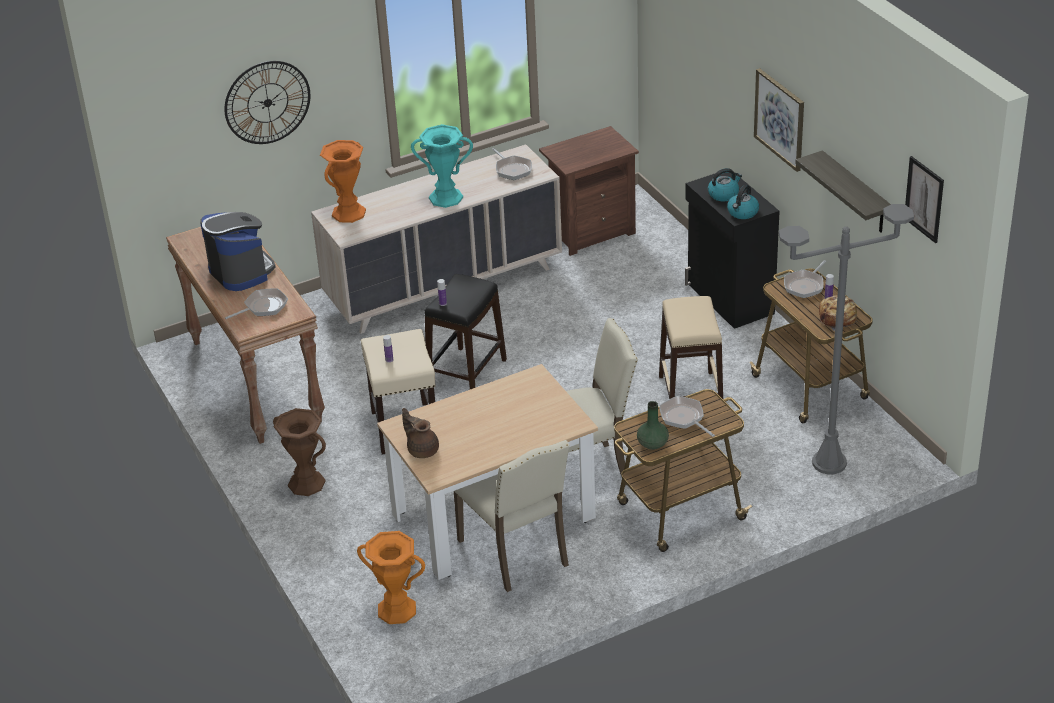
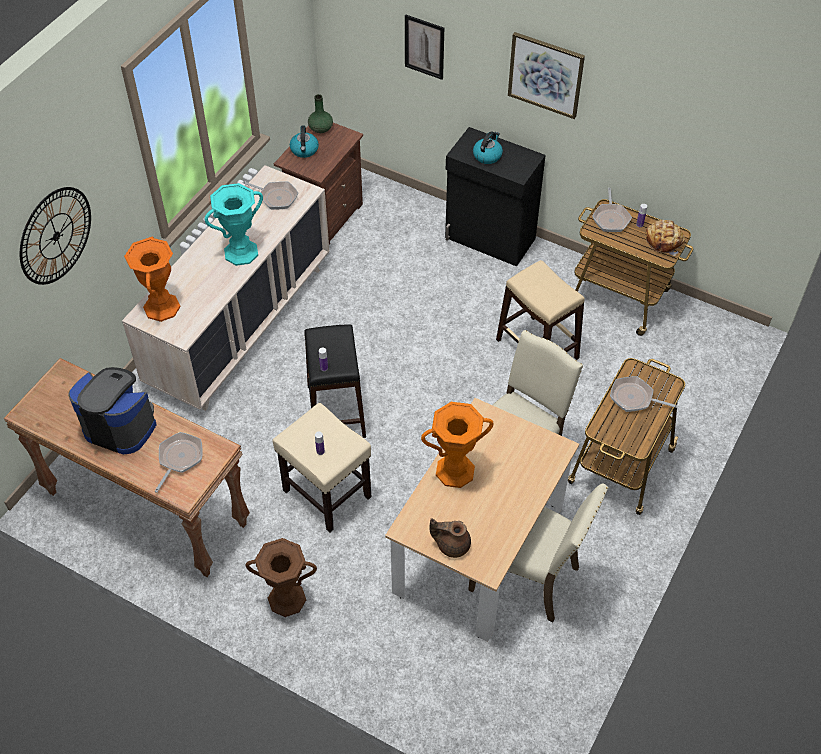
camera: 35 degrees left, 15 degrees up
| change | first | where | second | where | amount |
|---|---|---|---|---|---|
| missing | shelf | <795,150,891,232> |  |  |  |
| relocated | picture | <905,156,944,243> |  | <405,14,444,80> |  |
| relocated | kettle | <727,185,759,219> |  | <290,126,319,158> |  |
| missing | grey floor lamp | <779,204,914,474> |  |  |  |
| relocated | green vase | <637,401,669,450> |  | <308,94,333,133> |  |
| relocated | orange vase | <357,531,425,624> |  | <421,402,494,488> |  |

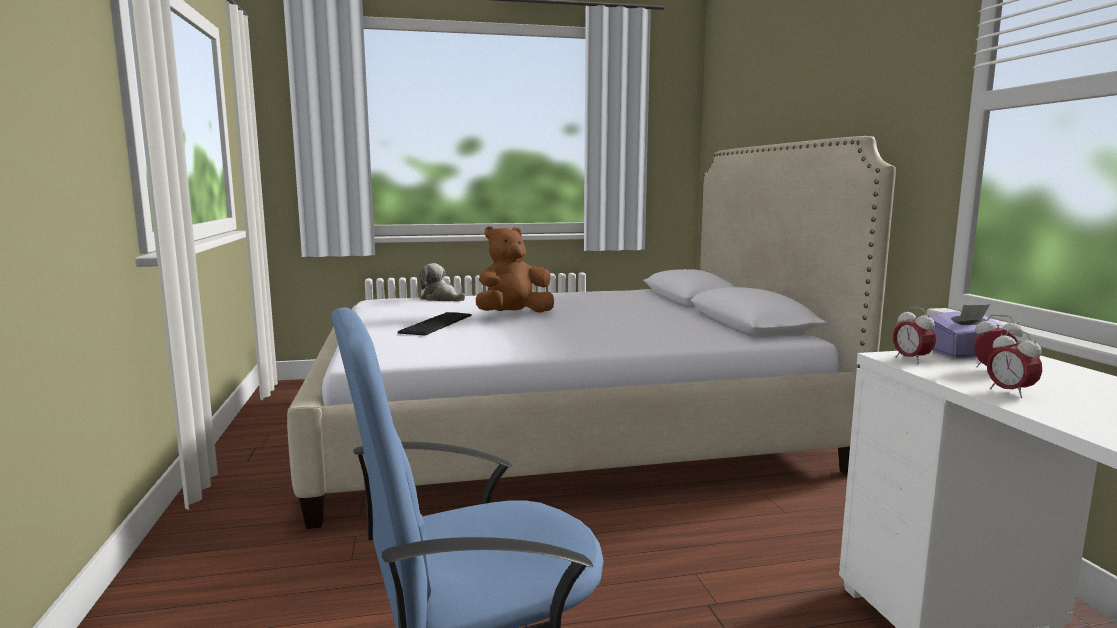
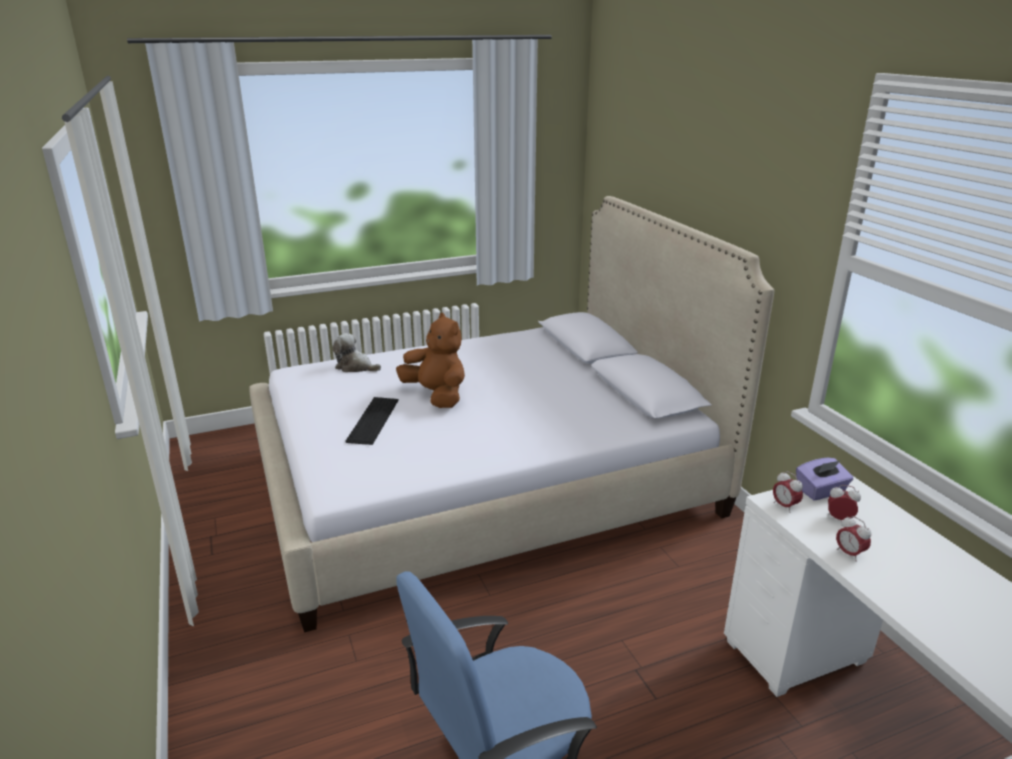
camera: 10 degrees left, 15 degrees up
| change | first | where | second | where | amount |
|---|---|---|---|---|---|
| spun | brown plush toy | <476,226,554,313> |  | <396,313,465,408> | 90 degrees clockwise |

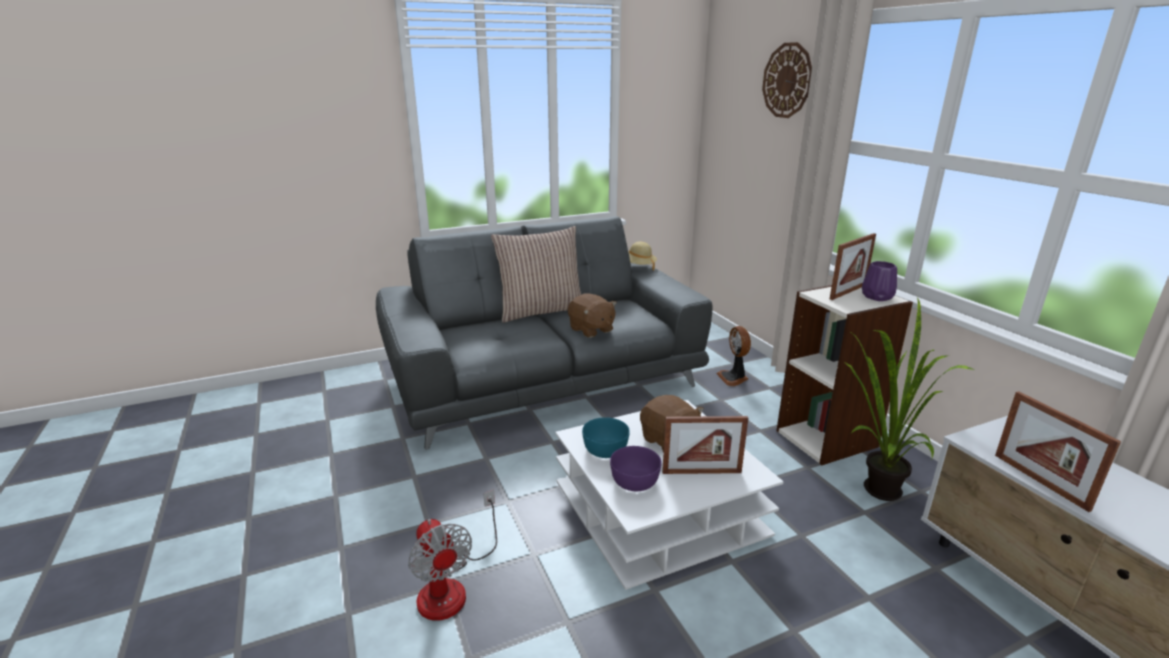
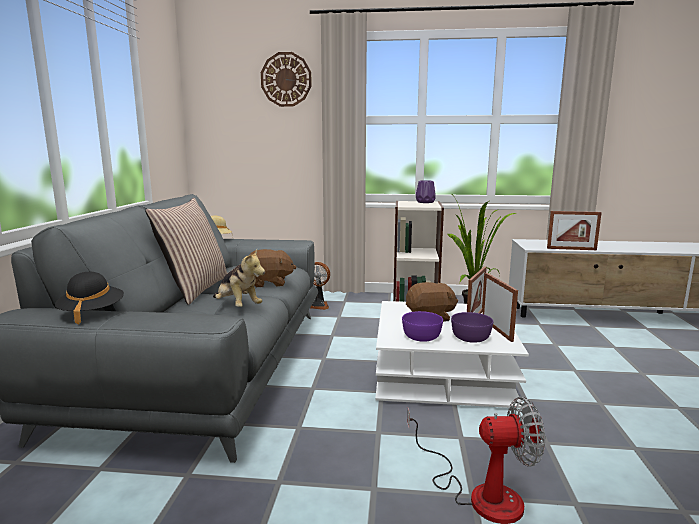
camera: 60 degrees left, 10 degrees down
| change | first | where | second | where | amount |
|---|---|---|---|---|---|
| relocated | picture frame | <830,233,876,300> |  | <482,273,518,342> |  |
| colour | turquoise bowl | <582,417,630,458> | purple bowl | <402,311,443,342> |  |
| appeared |  |  | plush toy | <213,250,265,307> |  |
| appeared |  |  | black hat | <55,272,124,324> |  |

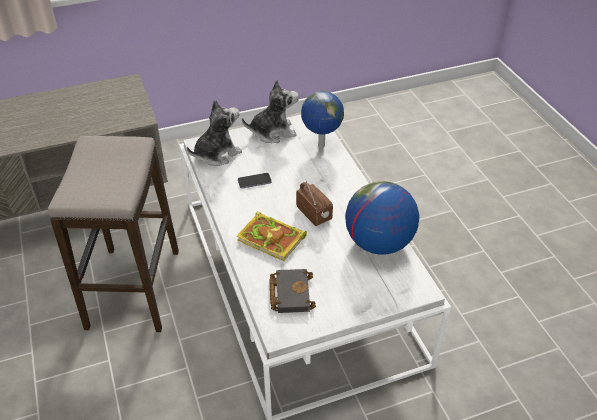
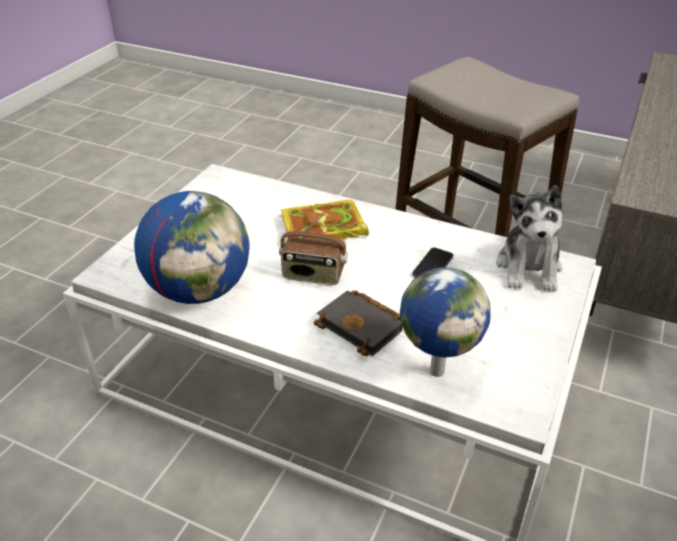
camera: 135 degrees right, 5 degrees down
| change | first | where | second | where | amount |
|---|---|---|---|---|---|
| missing | plush toy | <242,79,299,143> |  |  |  |
| relocated | black book | <269,269,316,313> |  | <314,290,403,356> |  |

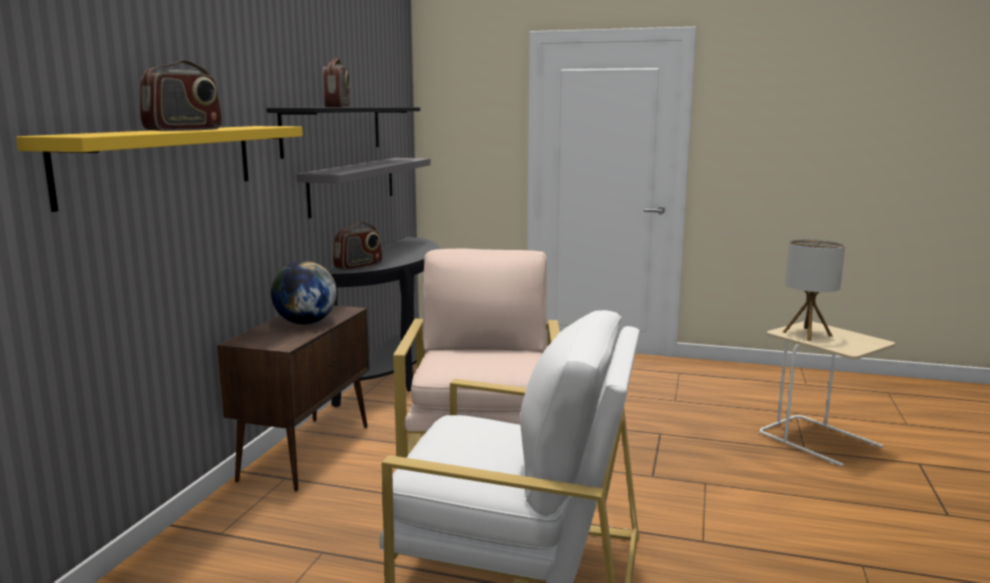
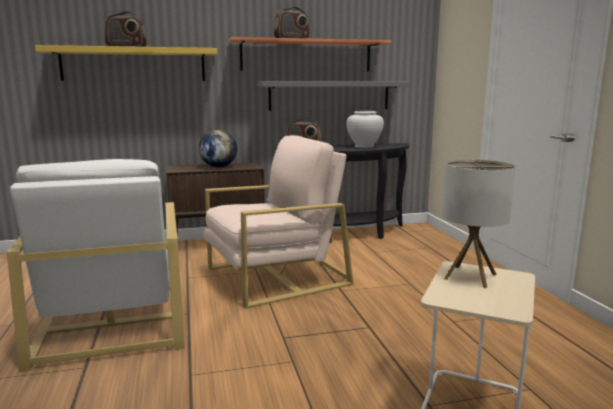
camera: 60 degrees right, 0 degrees up
| change | first | where | second | where | amount |
|---|---|---|---|---|---|
| colour | black shelf | <267,107,420,159> | orange shelf | <228,37,391,72> |  |
| appeared |  |  | white vase | <346,111,384,148> |  |

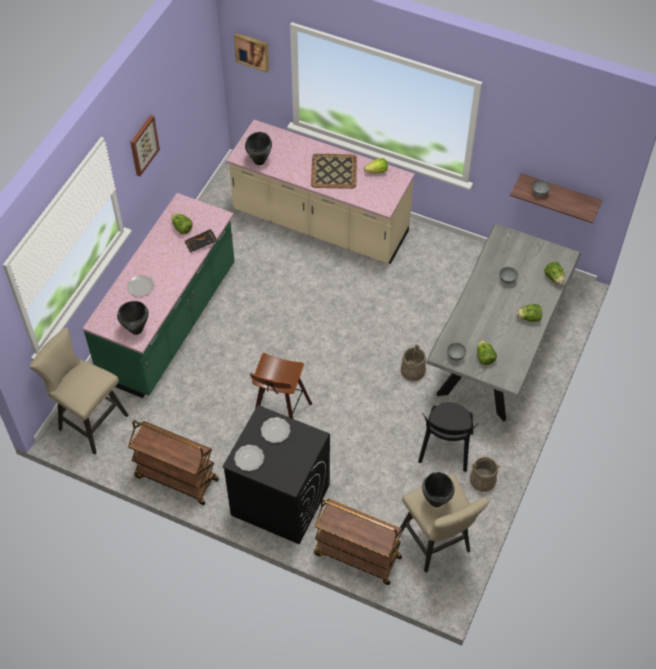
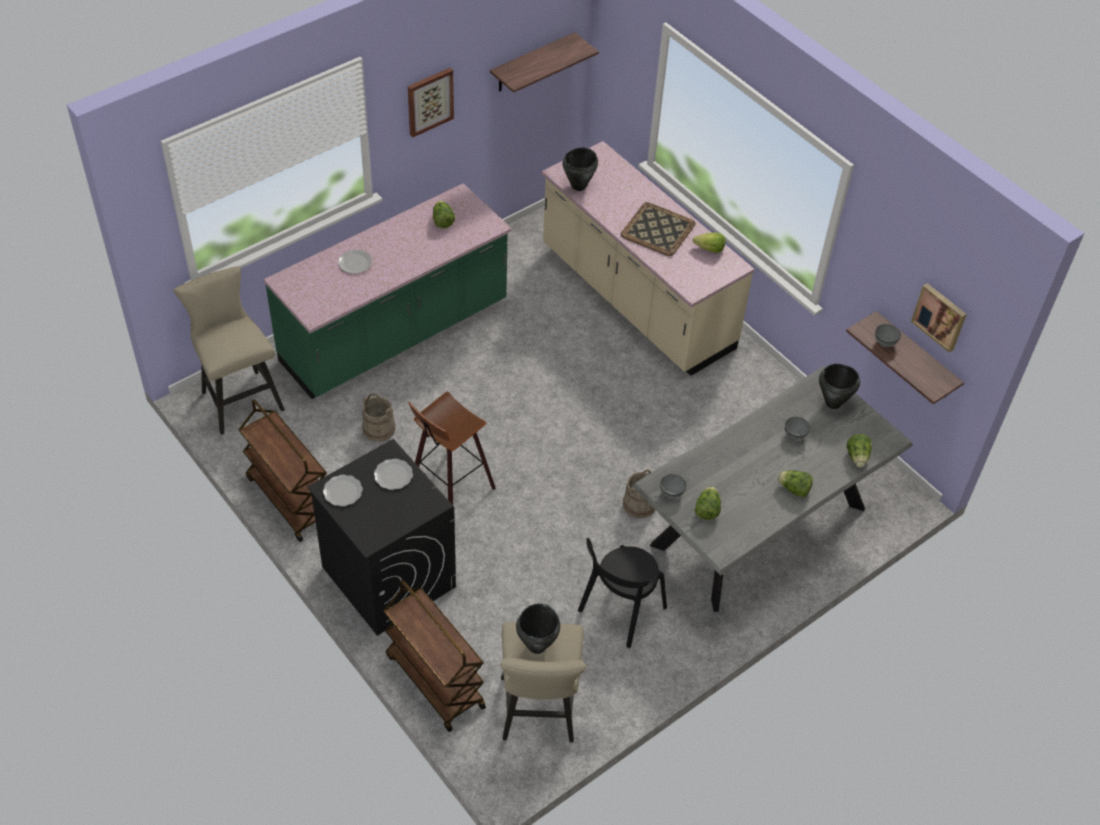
camera: 25 degrees right, 5 degrees down
| change | first | where | second | where | amount |
|---|---|---|---|---|---|
| relocated | picture | <234,33,269,72> |  | <911,283,967,352> |  |
| missing | black tray | <185,229,217,253> |  |  |  |
| relocated | black cooking pot | <117,301,149,335> |  | <819,364,860,409> |  |
| relocated | beige bucket | <470,457,500,492> |  | <362,394,395,442> |  |
| appeared |  |  | shelf | <490,32,599,93> |  |

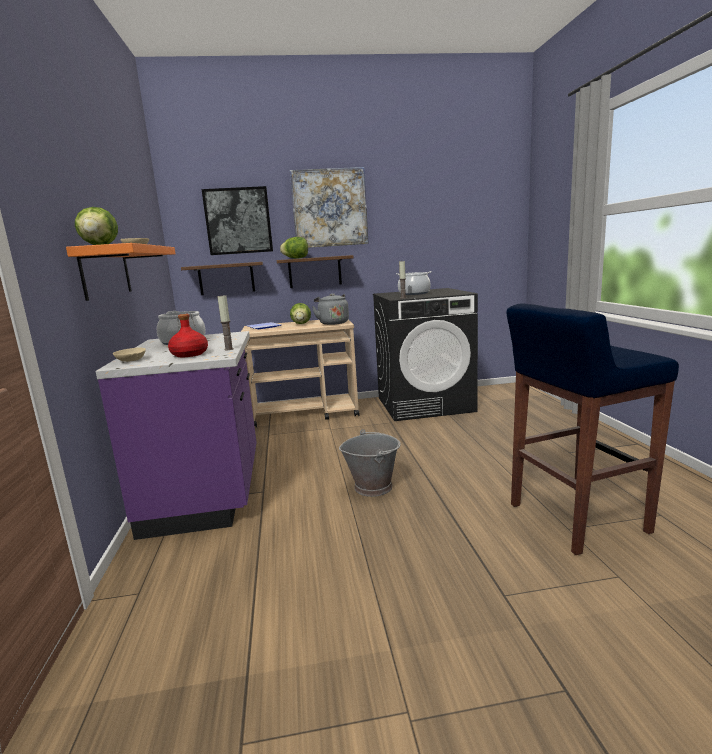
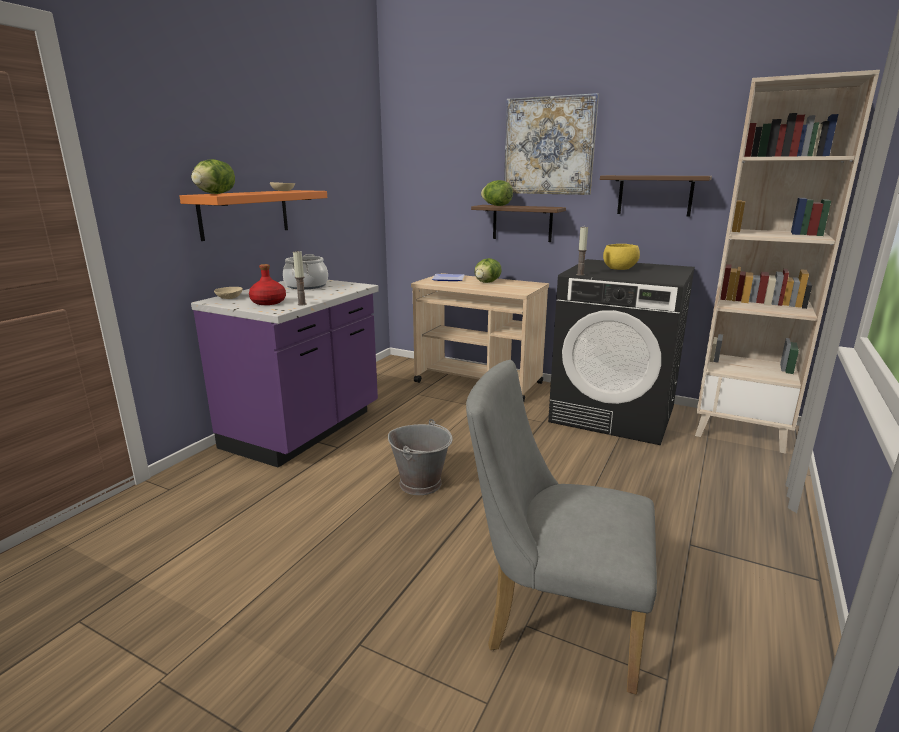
camera: 35 degrees right, 5 degrees up
| change | first | where | second | where | amount |
|---|---|---|---|---|---|
| missing | picture | <201,186,273,255> |  |  |  |
| relocated | brown shelf | <181,262,263,295> |  | <600,175,712,216> |  |
| exchanged | cooking pot | <396,271,432,295> | yellow bowl | <603,244,640,270> |  |
| missing | grey kettle | <312,293,349,325> |  |  |  |
| exchanged | blue stool | <507,303,679,555> | grey chair | <466,360,657,694> |  |
| appeared |  |  | beige bookcase | <695,70,880,454> |  |

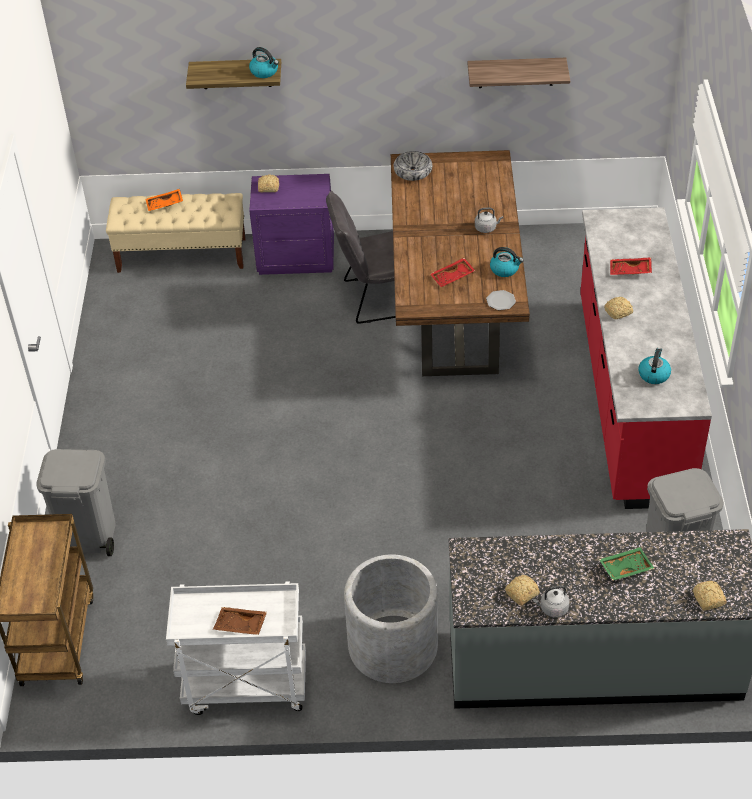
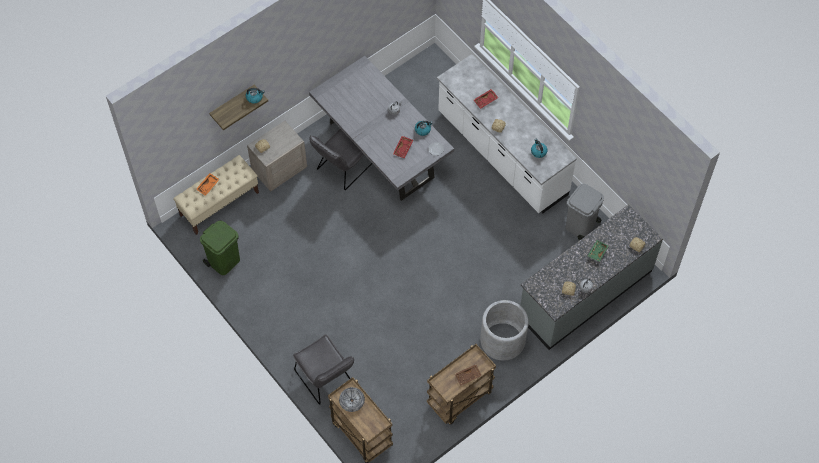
camera: 40 degrees left, 15 degrees up
| change | first | where | second | where | amount |
|---|---|---|---|---|---|
| missing | shelf | <467,58,570,88> |  |  |  |
| colour | brown dining table | <391,150,530,377> | grey dining table | <309,56,454,201> |  |
| relocated | bowl | <393,151,432,181> |  | <339,387,365,412> |  |
| colour | purple nightstand | <249,174,334,275> | beige nightstand | <247,121,307,192> |  |
| colour | red counter | <580,207,712,509> | white counter | <437,54,577,213> |  |
| exchanged | grey trash can | <36,449,115,556> | grey chair | <293,335,354,405> |  |
| colour | white cart | <166,581,306,715> | brown cart | <427,344,496,424> |  |
| appeared |  |  | green trash can | <200,221,240,275> |  |

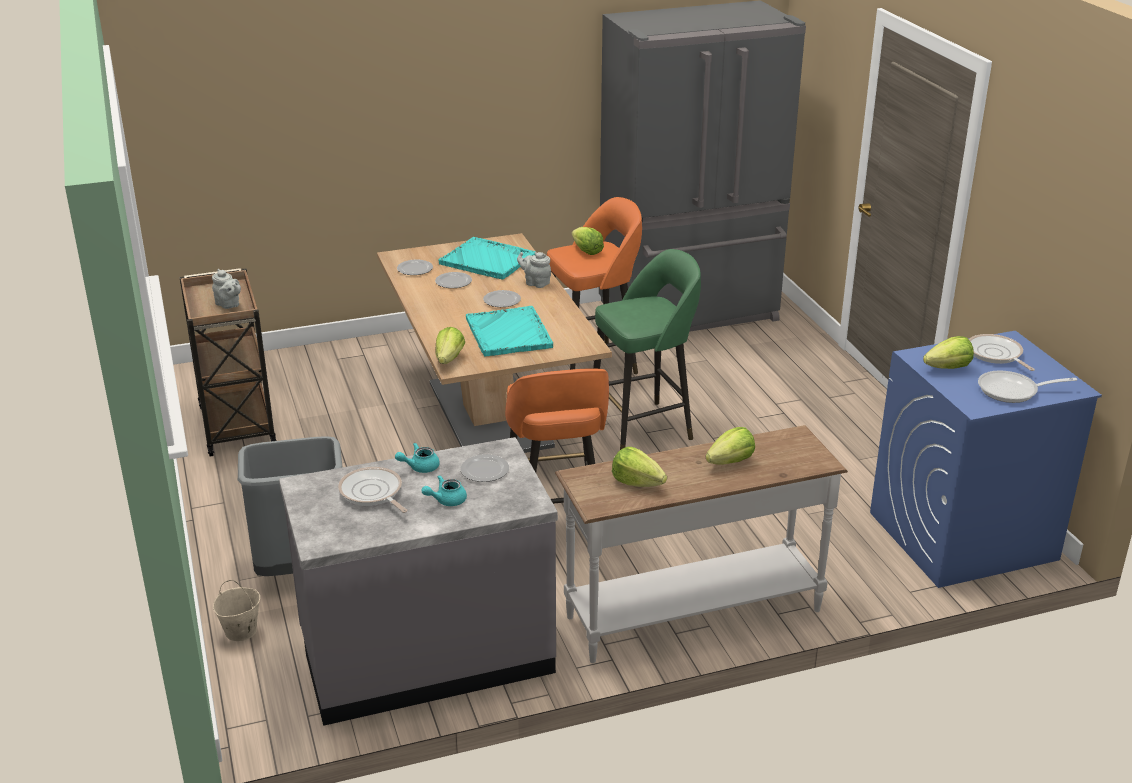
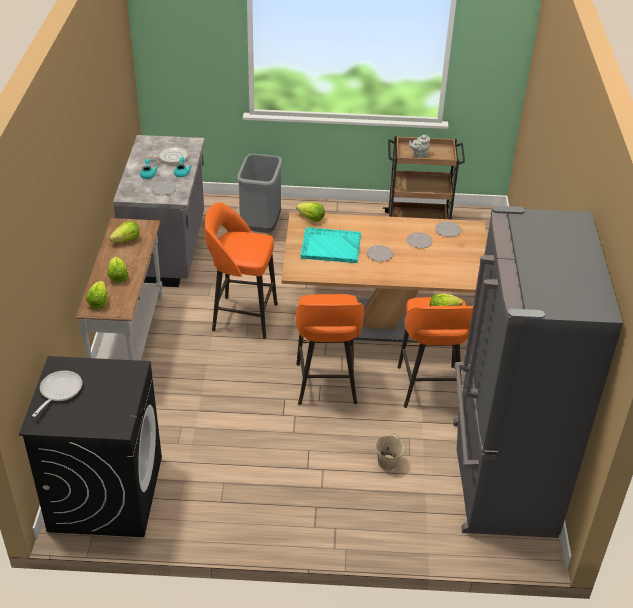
camera: 110 degrees right, 10 degrees up
| change | first | where | second | where | amount |
|---|---|---|---|---|---|
| missing | turquoise tray | <438,237,536,280> |  |  |  |
| colour | green stool | <593,249,701,450> | orange stool | <295,294,364,405> |  |
| missing | grey teapot | <517,252,551,288> |  |  |  |
| colour | blue washing machine | <870,331,1102,588> | black washing machine | <19,356,162,537> |  |
| missing | frying pan | <969,334,1035,371> |  |  |  |
| relocated | lettuce | <923,336,974,369> |  | <86,281,108,309> |  |
| relocated | beige bucket | <213,580,260,641> |  | <375,434,404,470> |  |

